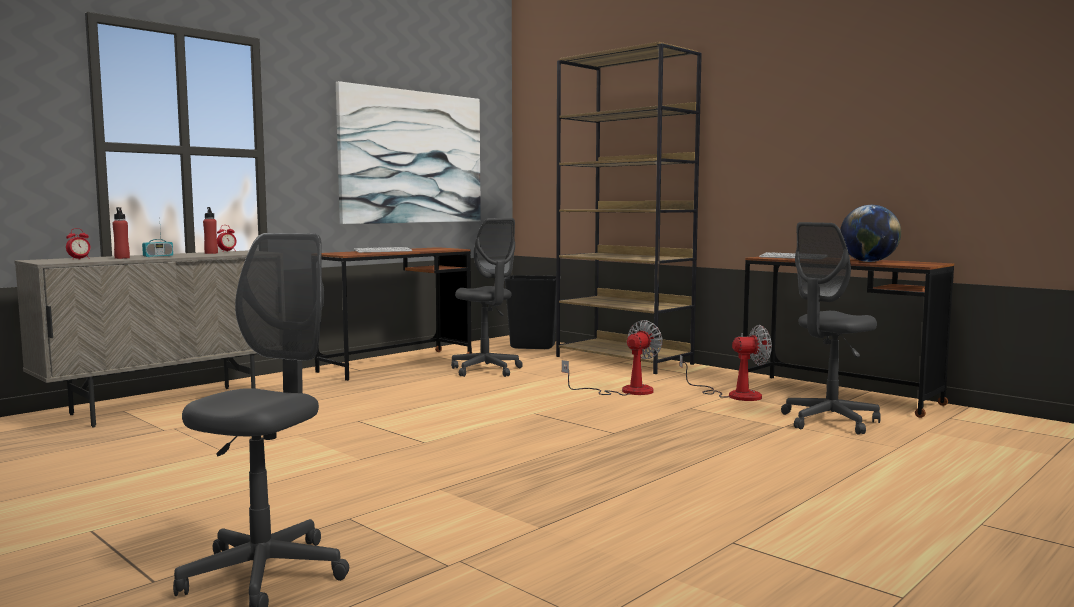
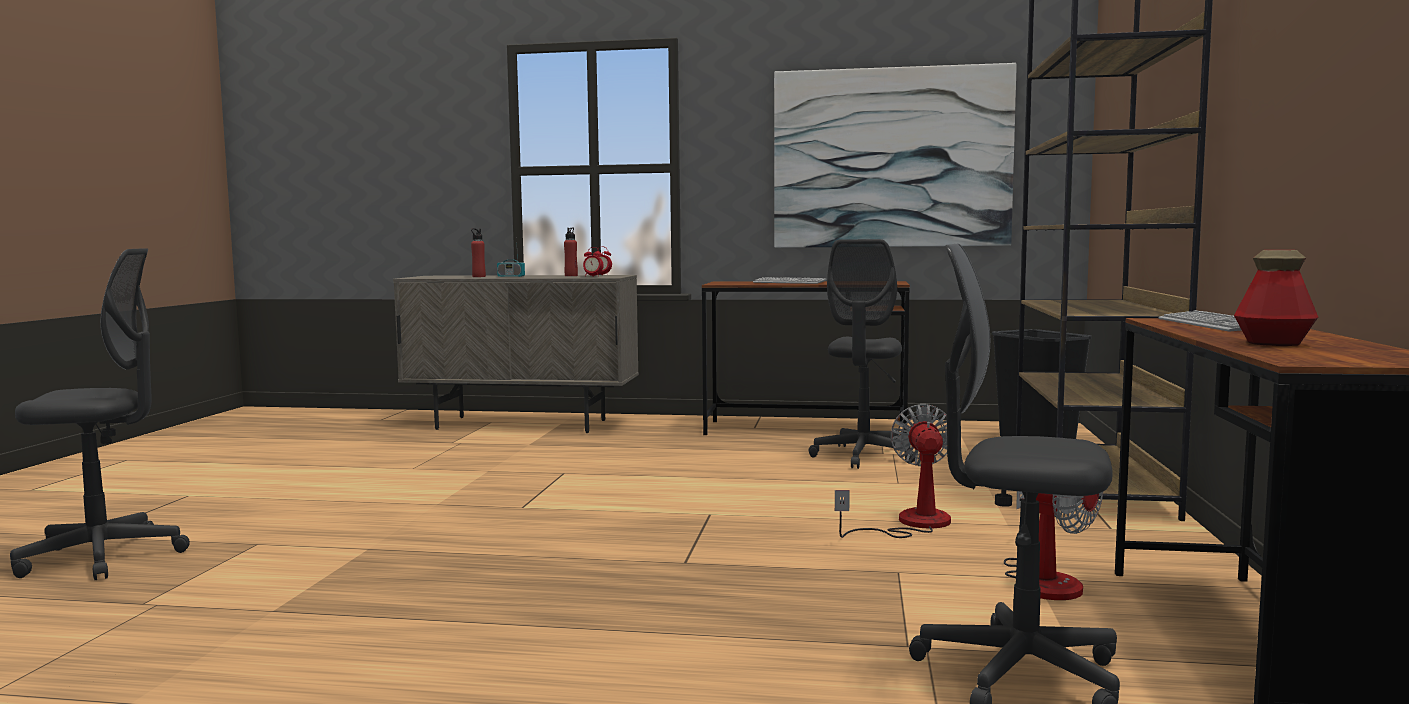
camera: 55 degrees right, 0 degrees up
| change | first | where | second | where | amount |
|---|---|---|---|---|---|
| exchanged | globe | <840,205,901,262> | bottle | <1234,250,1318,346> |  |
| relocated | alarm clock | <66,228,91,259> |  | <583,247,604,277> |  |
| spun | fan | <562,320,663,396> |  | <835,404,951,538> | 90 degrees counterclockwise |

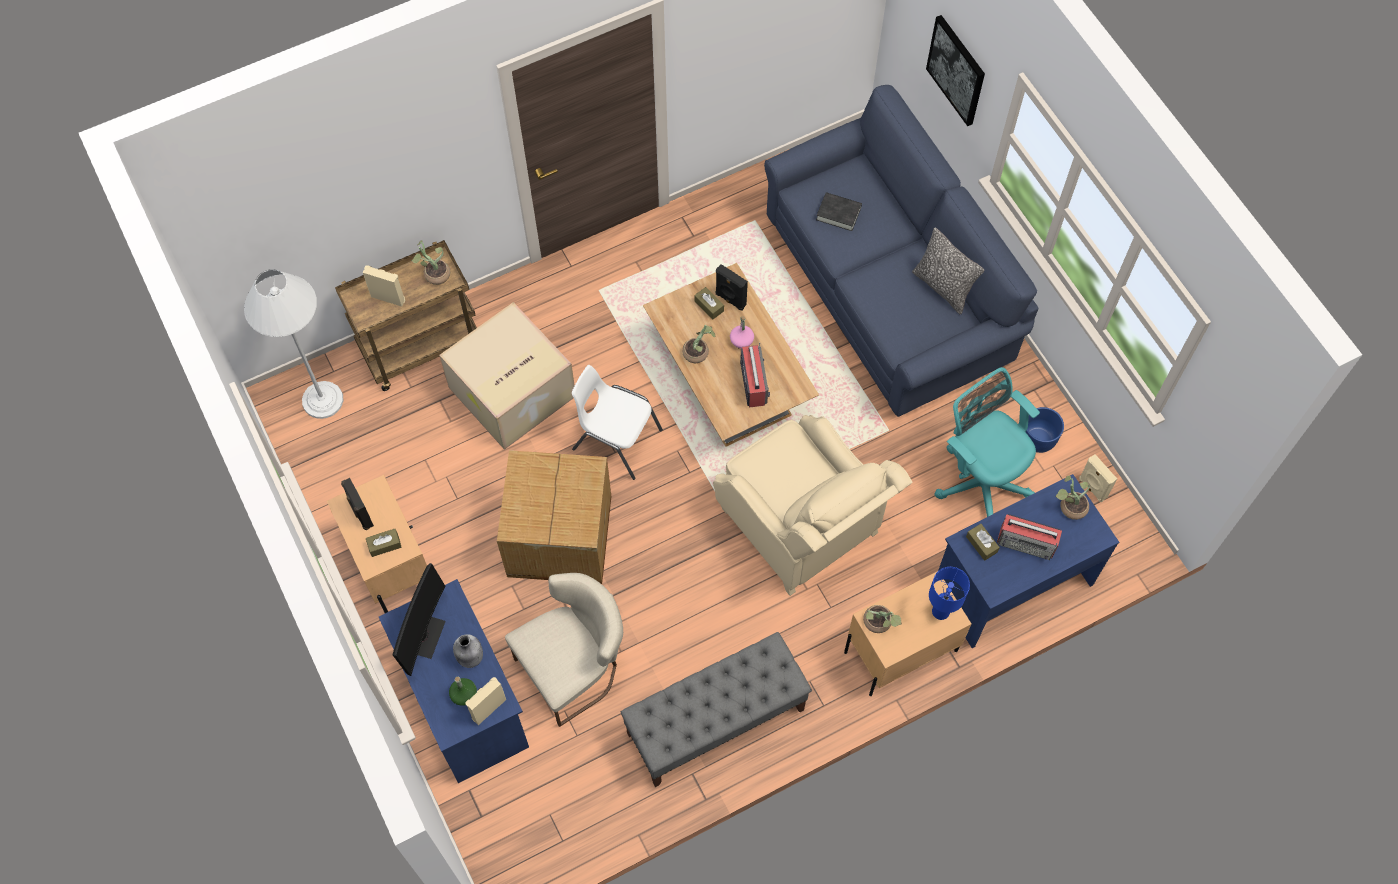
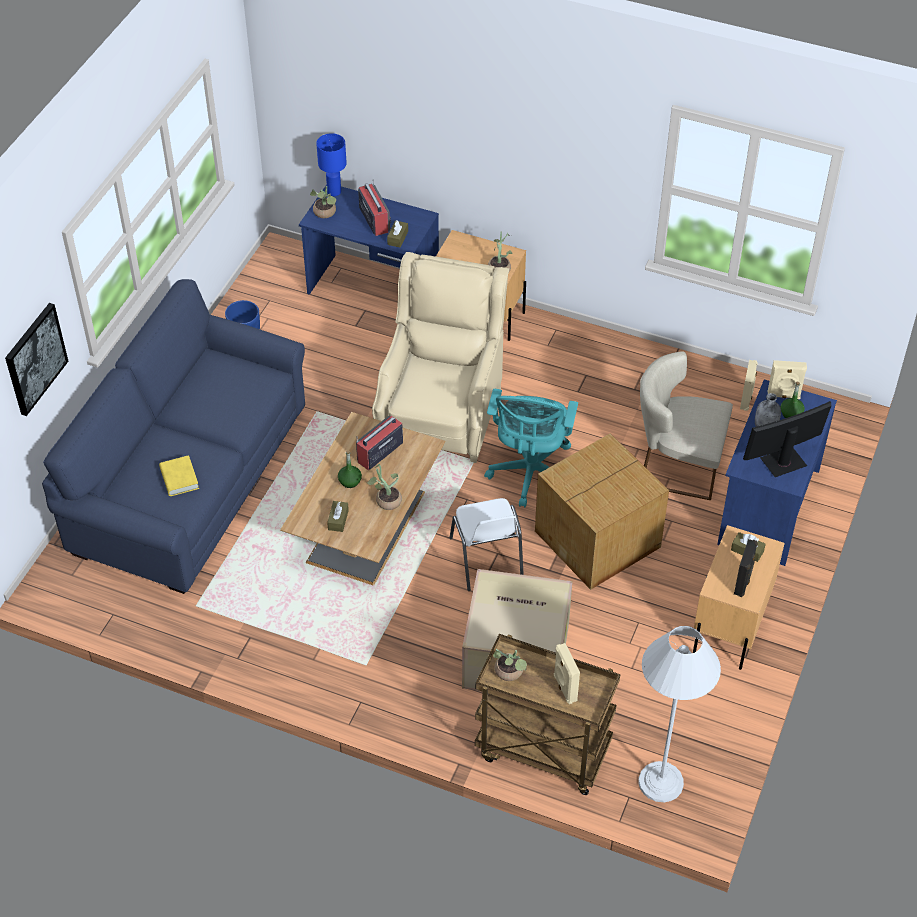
camera: 130 degrees left, 15 degrees down
| change | first | where | second | where | amount |
|---|---|---|---|---|---|
| colour | black book | <816,192,862,231> | yellow book | <159,455,199,496> |  |
| missing | pillow | <912,228,984,314> |  |  |  |
| missing | black speaker | <715,264,748,310> |  |  |  |
| colour | pink bottle | <730,316,754,349> | green bottle | <338,450,362,488> |  |
| relocated | turquoise office chair | <935,367,1040,517> |  | <484,389,578,507> |  |
| relocated | beige speaker | <1079,455,1117,502> |  | <740,360,758,411> |  |
| relocated | blue table lamp | <929,567,970,620> |  | <316,133,347,196> |  |
| missing | grey bench | <621,632,812,787> |  |  |  |

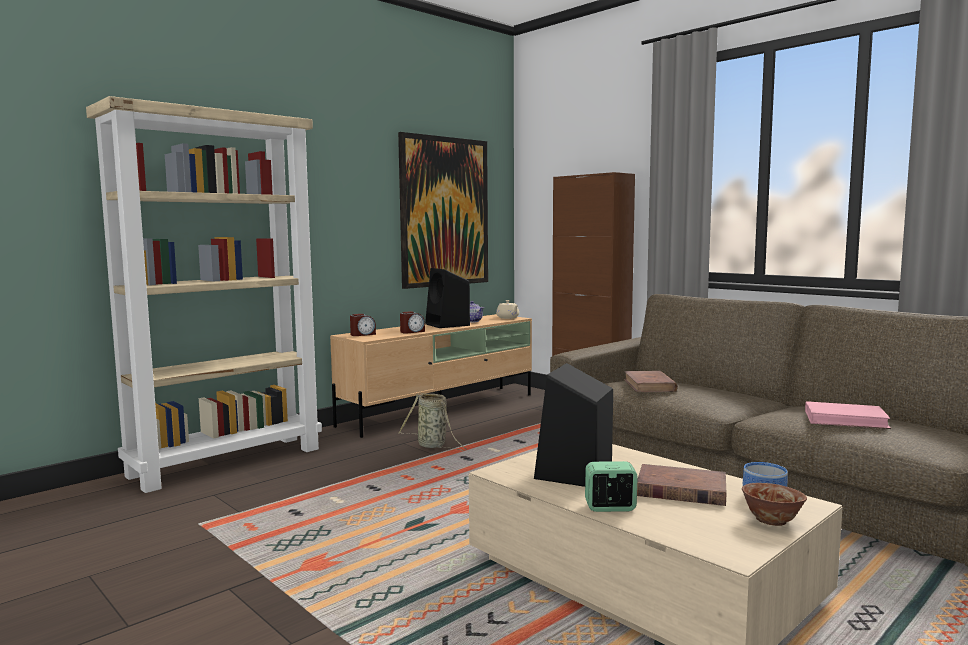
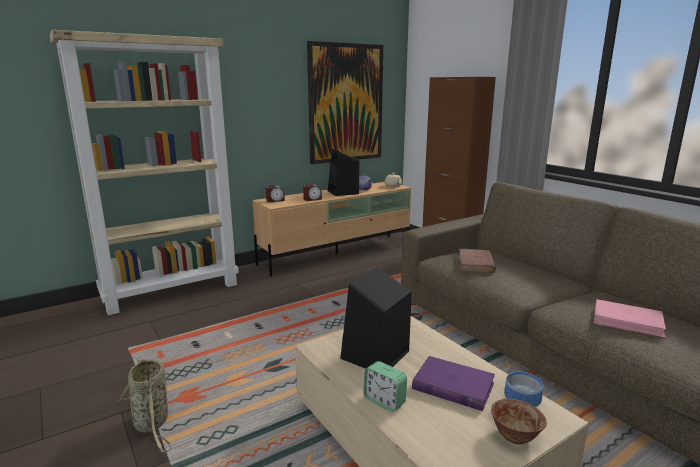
camera: 10 degrees right, 10 degrees up
| change | first | where | second | where | amount |
|---|---|---|---|---|---|
| relocated | basket | <398,393,467,451> |  | <118,358,171,452> |  |
| spun | alarm clock | <585,461,638,512> |  | <364,361,407,412> | 150 degrees counterclockwise |
| colour | brown book | <637,464,726,506> | purple book | <412,356,495,411> |  |

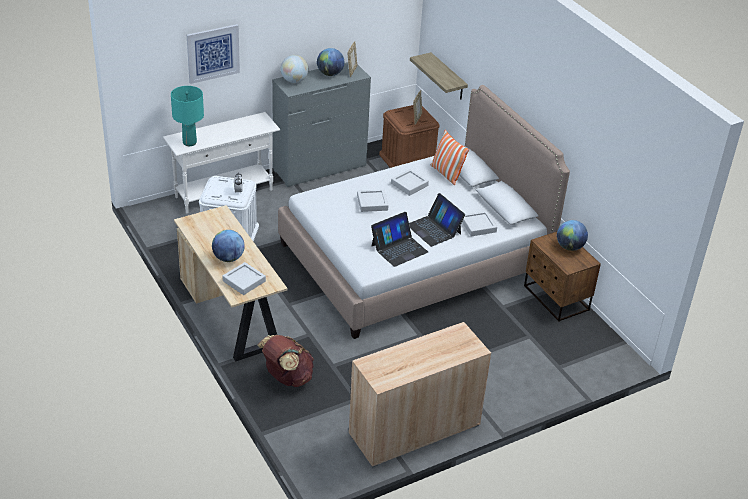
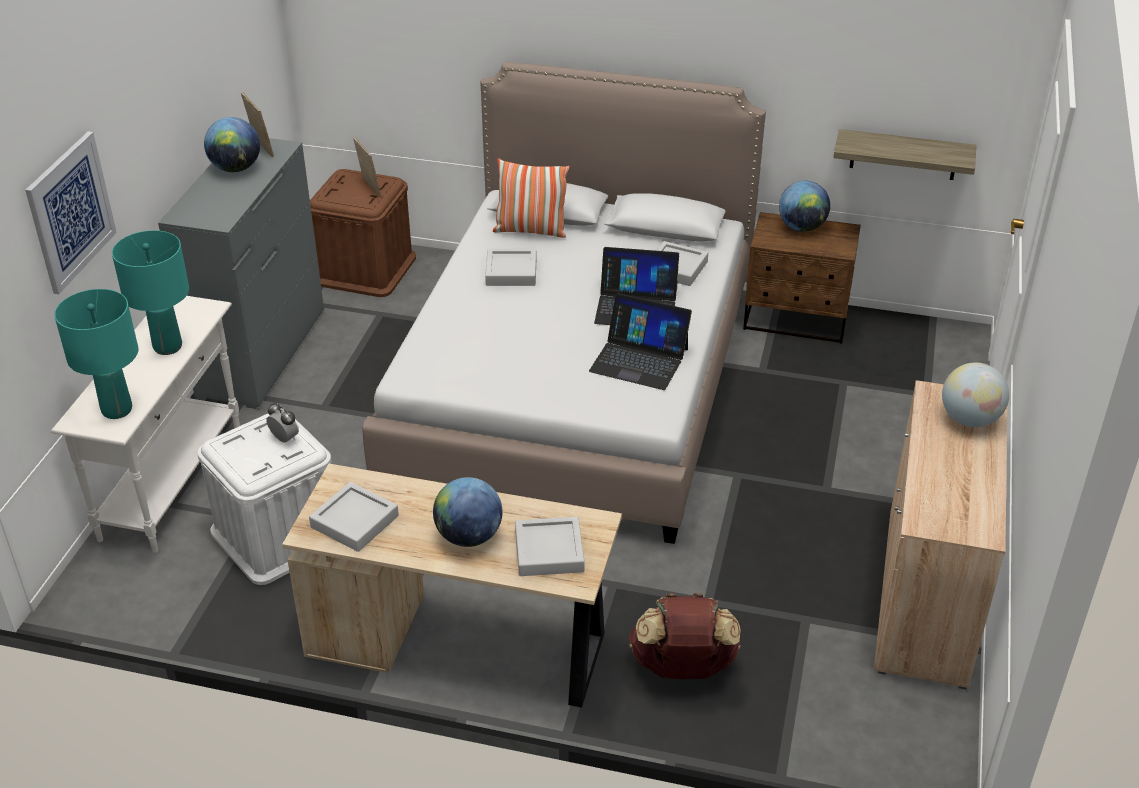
camera: 45 degrees left, 0 degrees up
| change | first | where | second | where | amount |
|---|---|---|---|---|---|
| relocated | shelf | <410,52,468,99> |  | <833,129,976,180> |  |
| relocated | globe | <281,55,308,83> |  | <942,362,1009,427> |  |
| relocated | grey tray | <357,189,389,212> |  | <309,482,399,552> |  |
| spun | laptop | <371,212,428,267> |  | <589,293,692,390> | 105 degrees clockwise |
| appeared |  |  | turquoise table lamp | <112,230,189,355> |  |

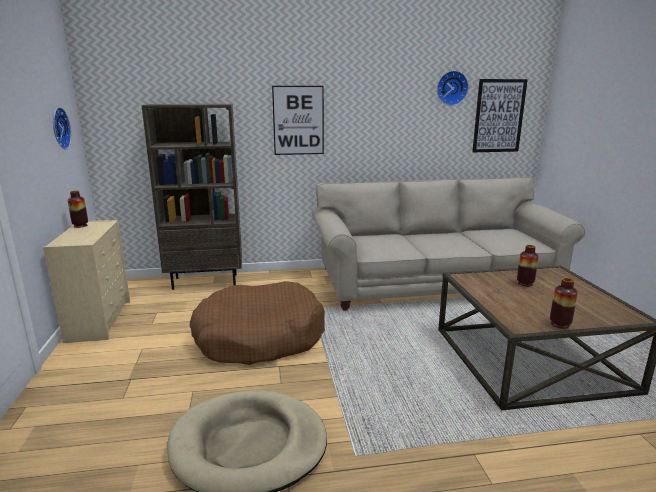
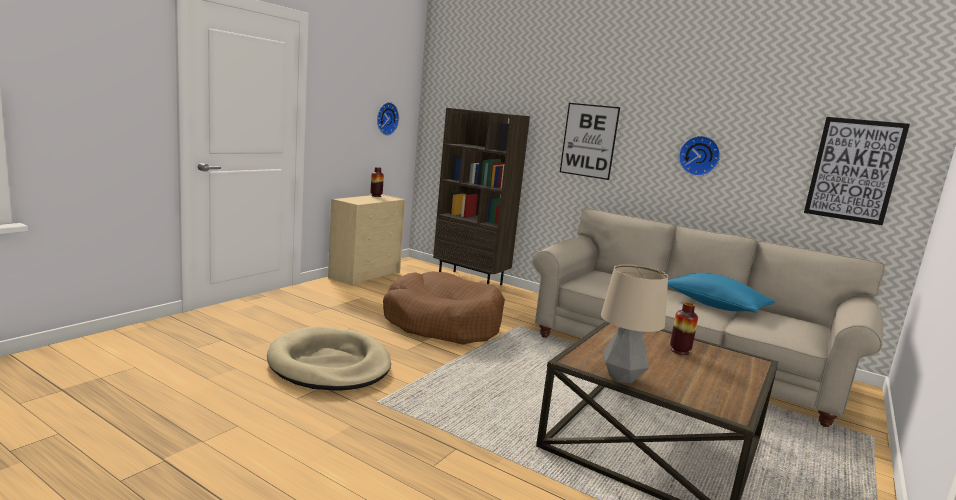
camera: 40 degrees right, 5 degrees down
| change | first | where | second | where | amount |
|---|---|---|---|---|---|
| relocated | wall clock | <437,71,469,106> |  | <679,136,720,176> |  |
| exchanged | vase | <550,278,578,329> | table lamp | <601,264,668,383> |  |
| appeared |  |  | blue pillow | <668,273,775,313> |  |

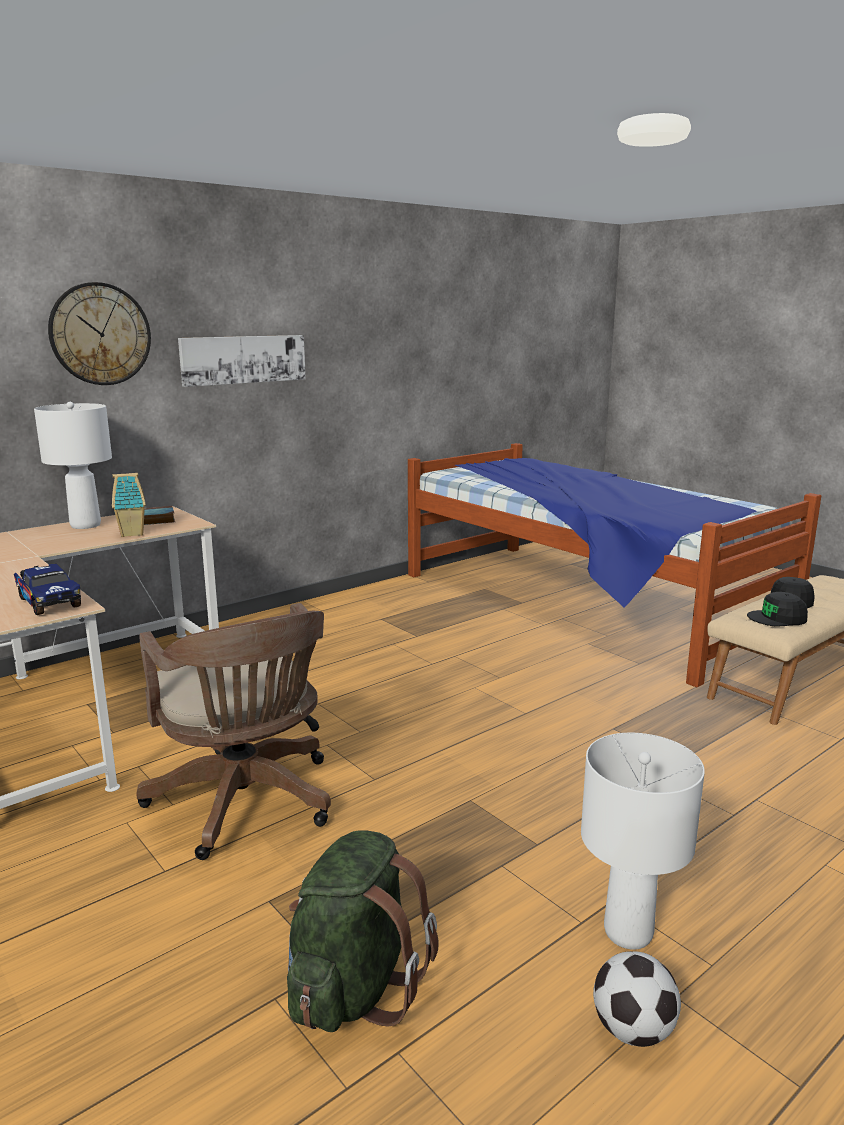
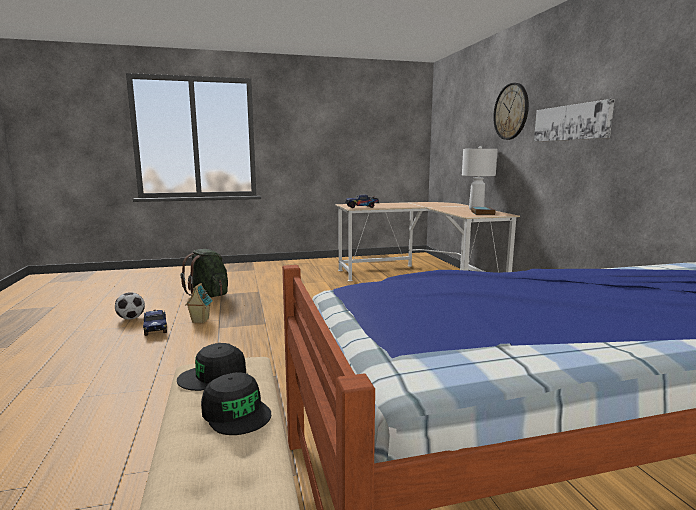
camera: 115 degrees right, 5 degrees down
| change | first | where | second | where | amount |
|---|---|---|---|---|---|
| relocated | toy house | <112,473,146,537> |  | <185,283,213,323> |  |
| spun | black cap | <747,592,808,626> |  | <177,343,246,391> | 135 degrees counterclockwise |
| missing | brown office chair | <136,603,331,860> |  |  |  |
| exchanged | white table lamp | <581,733,705,950> | toy truck | <143,310,167,336> |  |

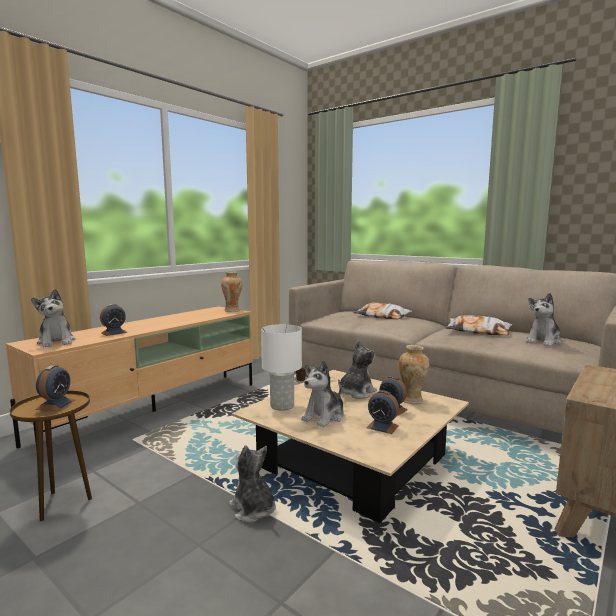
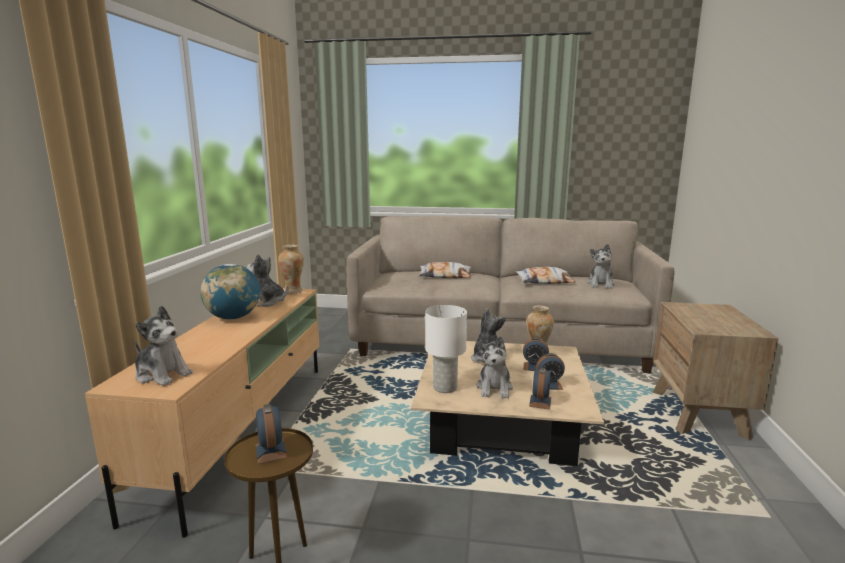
camera: 30 degrees left, 5 degrees up
| change | first | where | second | where | amount |
|---|---|---|---|---|---|
| relocated | alarm clock | <100,304,128,336> |  | <529,367,551,410> |  |
| relocated | plush toy | <229,445,276,523> |  | <247,254,289,307> |  |
| appeared |  |  | globe | <201,264,260,320> |  |

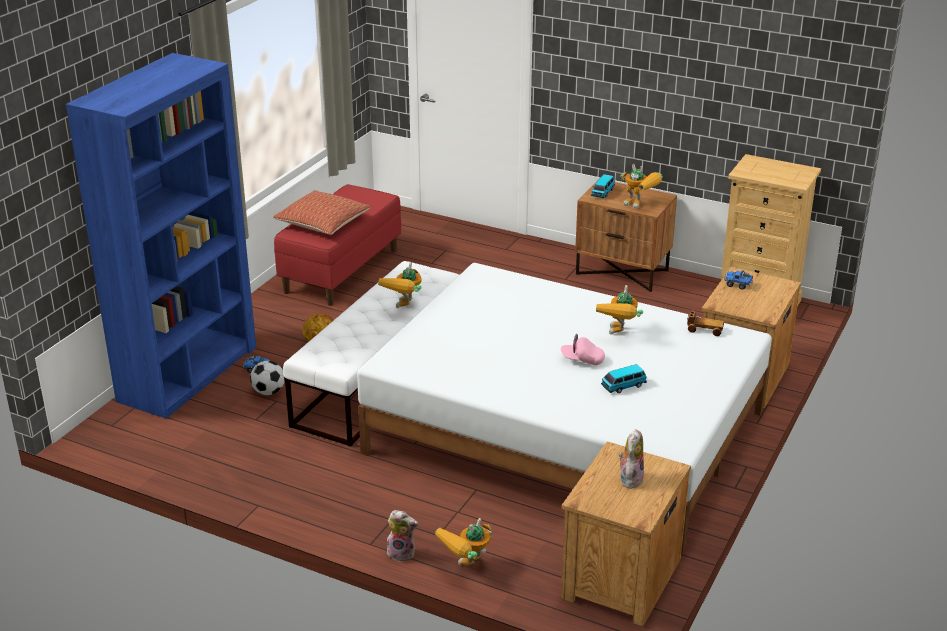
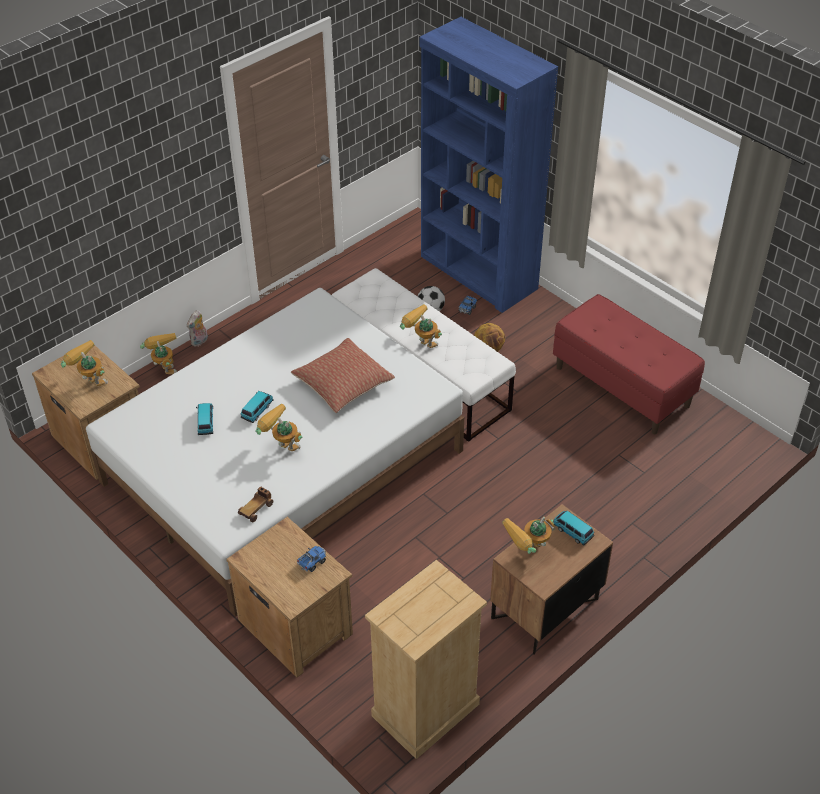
camera: 110 degrees right, 15 degrees up
| change | first | where | second | where | amount |
|---|---|---|---|---|---|
| relocated | pillow | <273,190,371,235> |  | <291,338,395,413> |  |
| exchanged | pink cap | <561,334,605,365> | toy car | <241,391,274,423> |  |
| exchanged | plush toy | <618,429,644,489> | toy robot | <61,340,108,386> |  |

